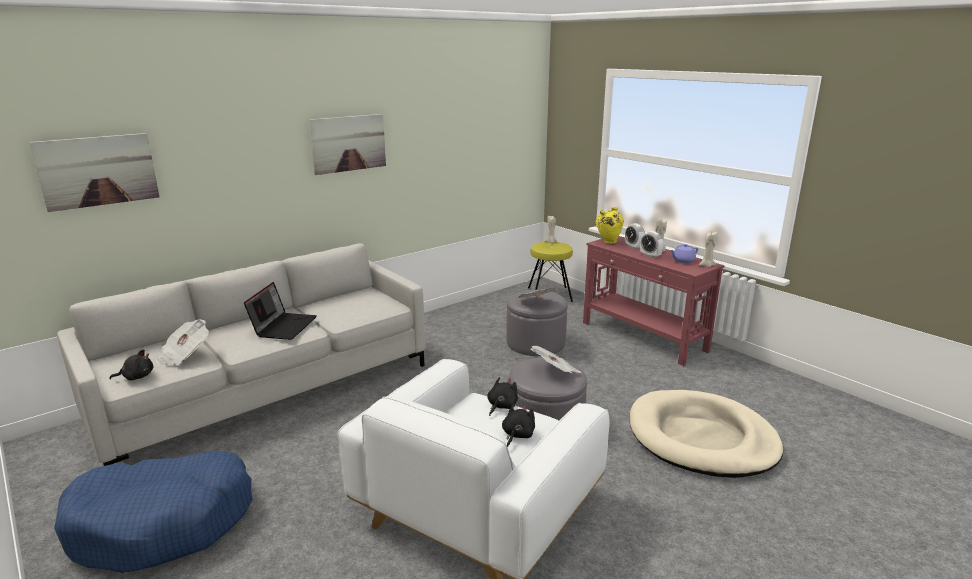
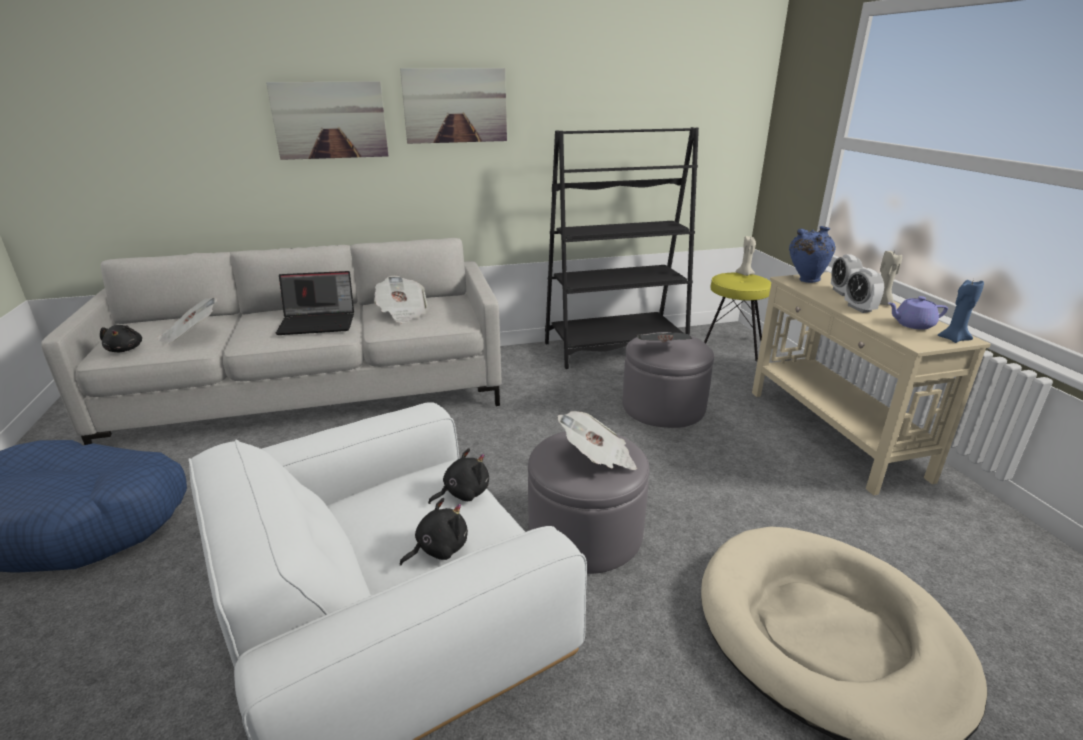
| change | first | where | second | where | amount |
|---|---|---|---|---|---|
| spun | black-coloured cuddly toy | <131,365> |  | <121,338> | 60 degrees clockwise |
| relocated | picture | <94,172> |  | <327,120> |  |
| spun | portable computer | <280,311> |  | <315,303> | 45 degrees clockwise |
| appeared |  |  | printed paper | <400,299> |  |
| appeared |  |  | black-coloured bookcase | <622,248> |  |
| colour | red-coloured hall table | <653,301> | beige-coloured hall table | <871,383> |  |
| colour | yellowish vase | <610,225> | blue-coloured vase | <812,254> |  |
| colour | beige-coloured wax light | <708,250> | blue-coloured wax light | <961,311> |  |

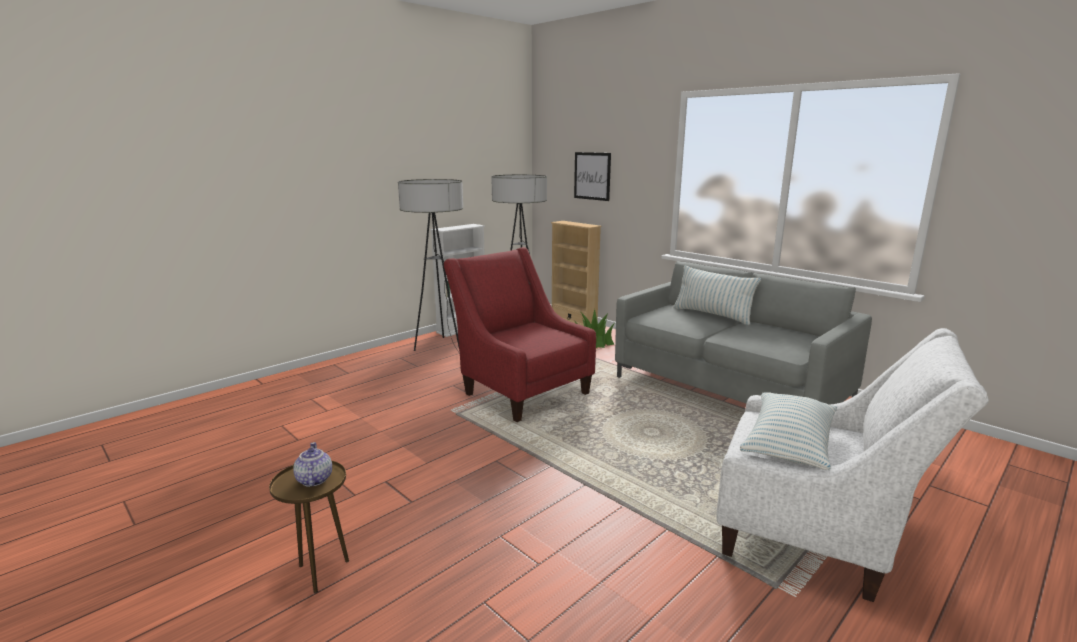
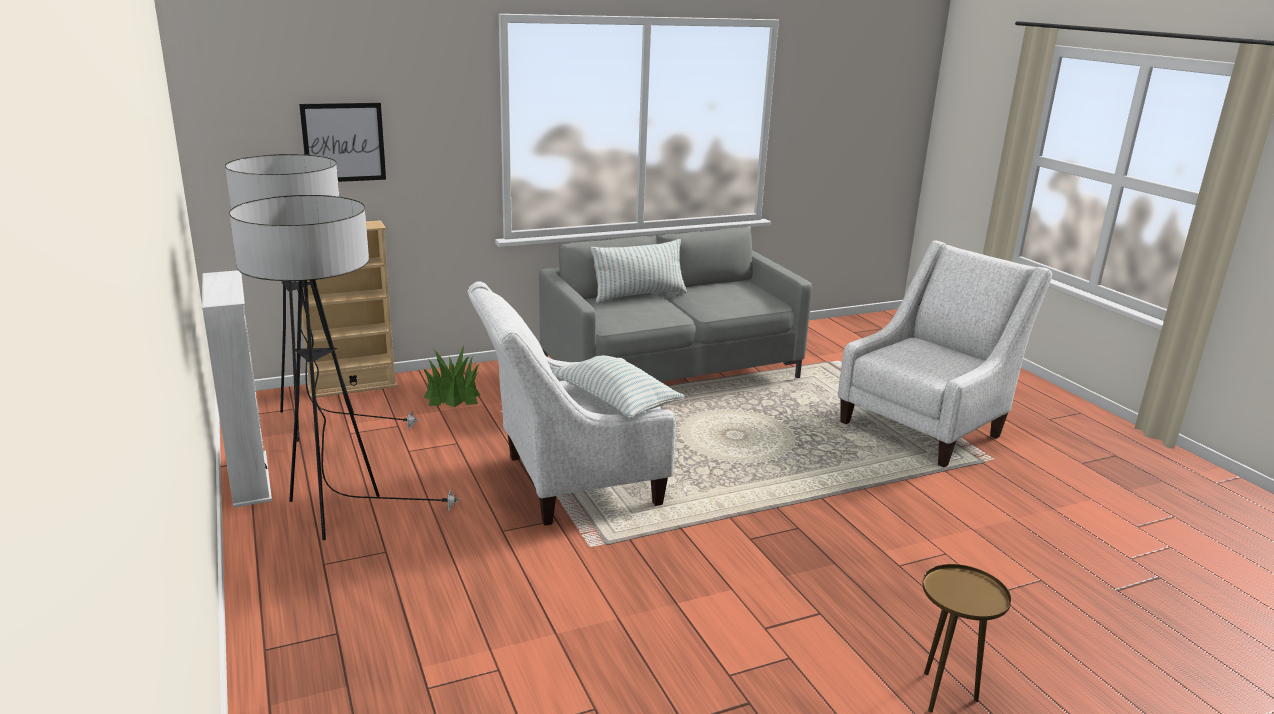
| change | first | where | second | where | amount |
|---|---|---|---|---|---|
| colour | red-coloured easy chair | <520,334> | white easy chair | <571,403> |  |
| relocated | pillow | <788,431> |  | <618,387> |  |
| missing | tea pot | <312,464> |  |  |  |

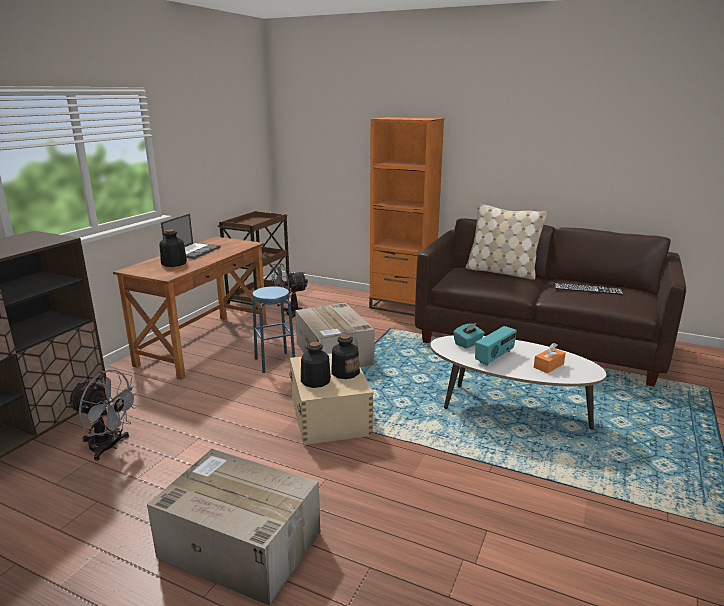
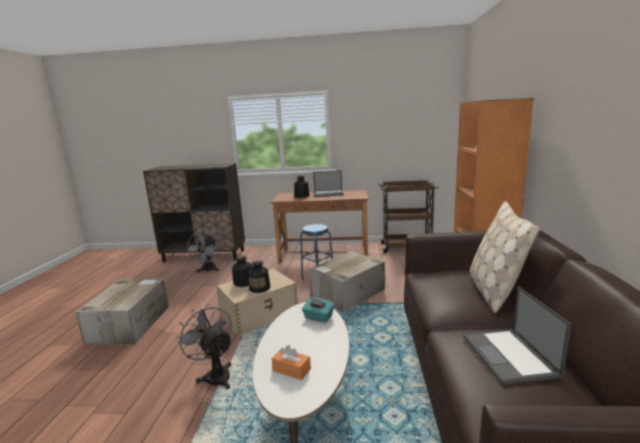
| change | first | where | second | where | amount |
|---|---|---|---|---|---|
| relocated | gray cooling fan | <289,290> |  | <204,346> |  |
| exchanged | PC keyboard | <588,289> | portable computer | <517,335> |  |
| missing | radio set | <496,346> |  |  |  |

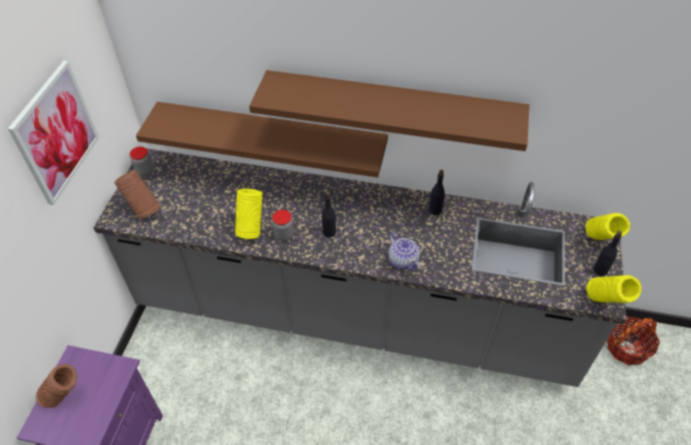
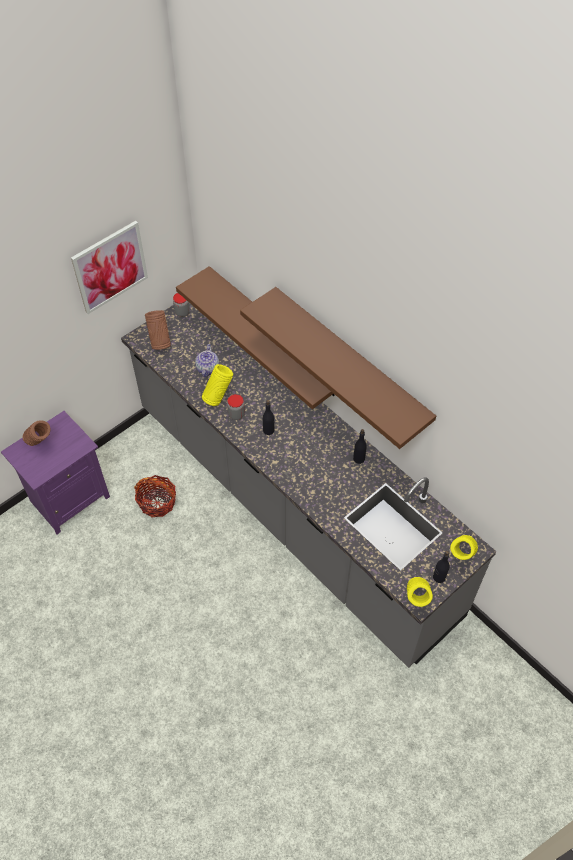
| change | first | where | second | where | amount |
|---|---|---|---|---|---|
| relocated | storage basket | <633,340> |  | <155,496> |  |
| relocated | tea pot | <404,251> |  | <207,360> |  |

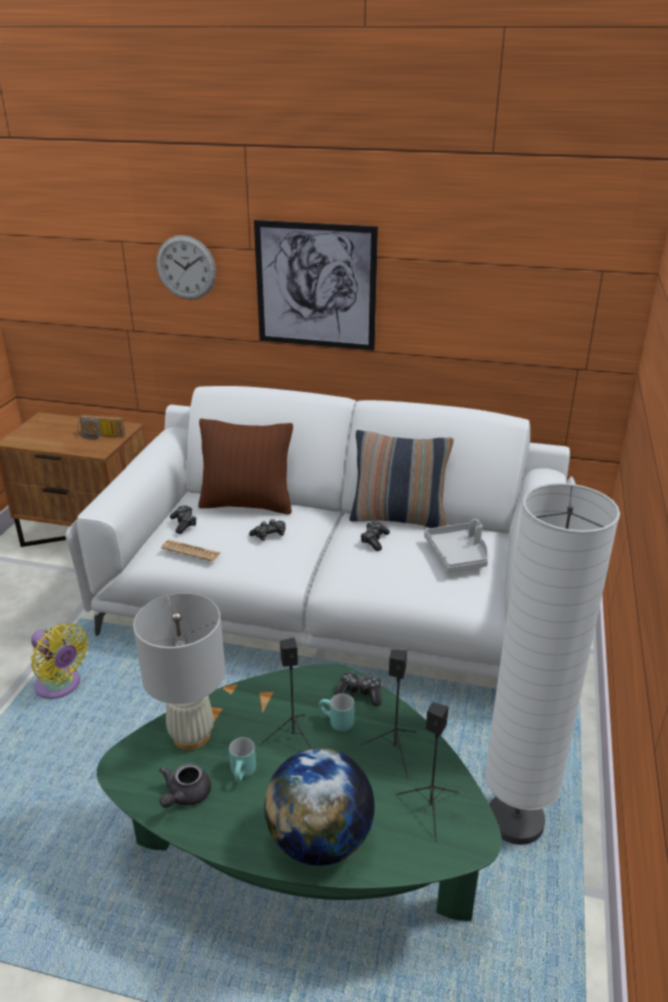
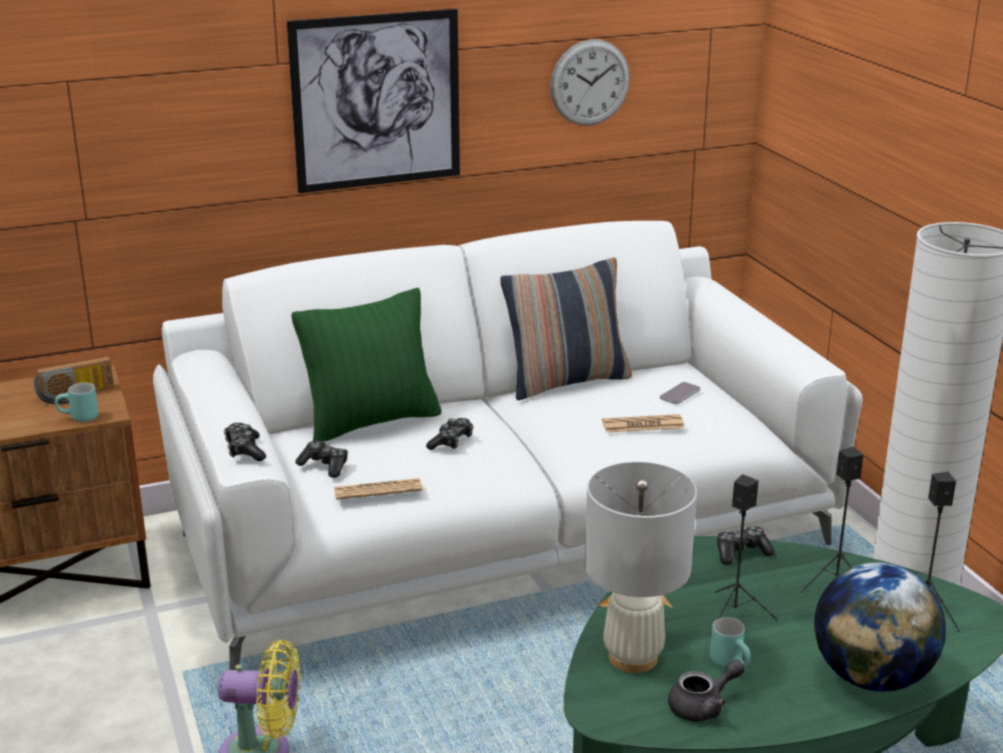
| change | first | where | second | where | amount |
|---|---|---|---|---|---|
| relocated | turquoise-coloured coffee mug | <337,712> |  | <77,402> |  |
| relocated | game controller | <375,536> |  | <245,442> |  |
| colour | brownish pillow | <245,466> | green pillow | <367,365> |  |
| relocated | hanging clock | <186,267> |  | <590,82> |  |
| appeared |  |  | printed paper | <643,423> |  |
| exchanged | gray serving tray | <456,545> | telephone | <680,393> |  |
| spun | gray tea pot | <185,785> |  | <706,690> | 105 degrees counterclockwise |

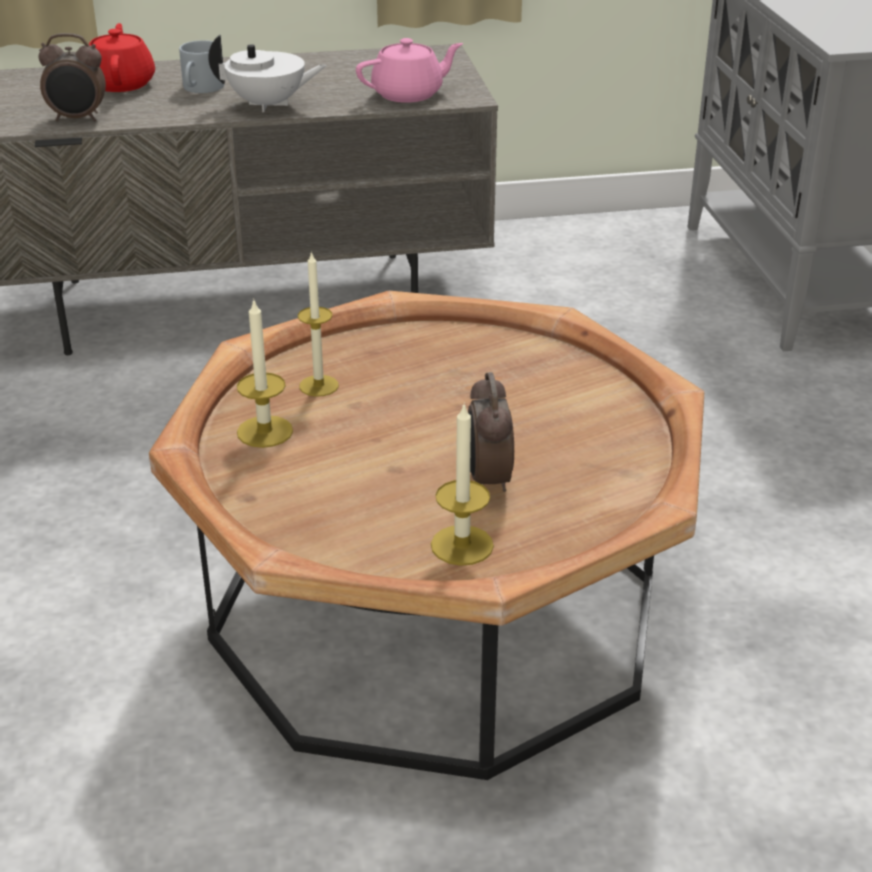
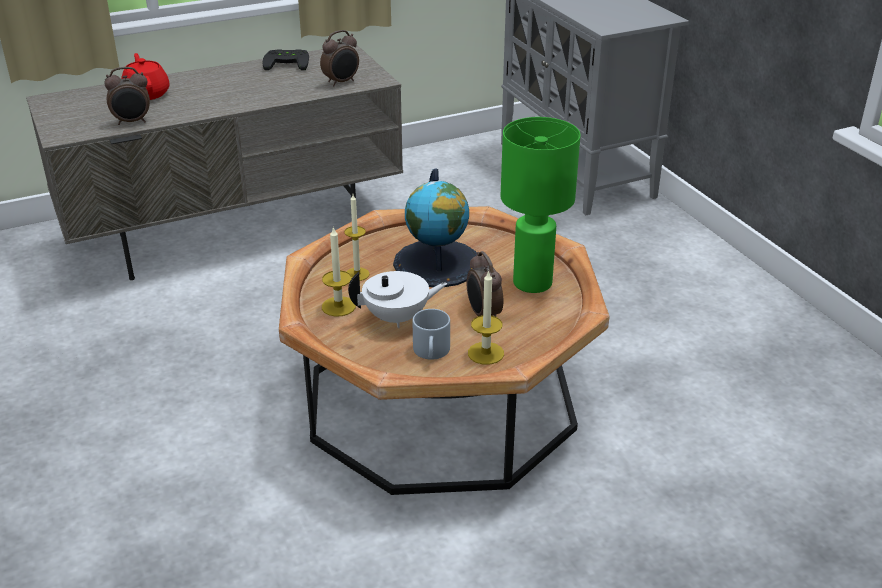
| change | first | where | second | where | amount |
|---|---|---|---|---|---|
| appeared |  |  | black-coloured game controller | <285,59> |  |
| exchanged | pinkish tea pot | <409,70> | alarm clock | <339,58> |  |
| relocated | white tea pot | <267,73> |  | <397,299> |  |
| appeared |  |  | desk globe | <435,227> |  |
| relocated | gray coffee mug | <201,66> |  | <431,334> |  |
| appeared |  |  | green table lamp | <541,205> |  |

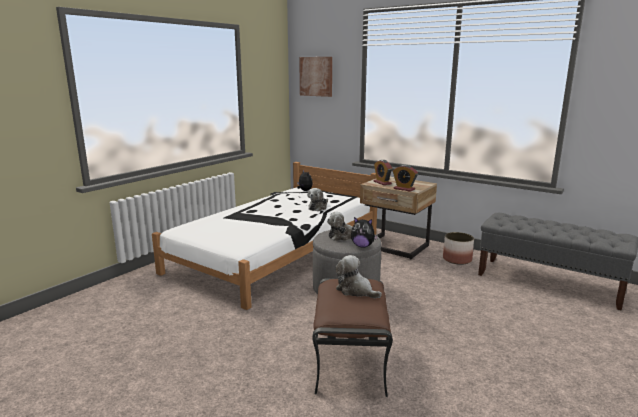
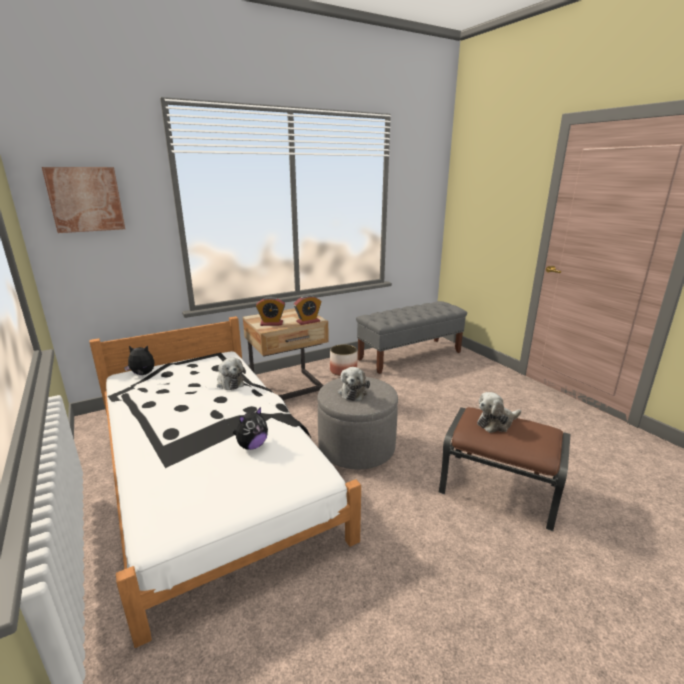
| change | first | where | second | where | amount |
|---|---|---|---|---|---|
| relocated | cuddly toy | <364,232> |  | <250,428> |  |

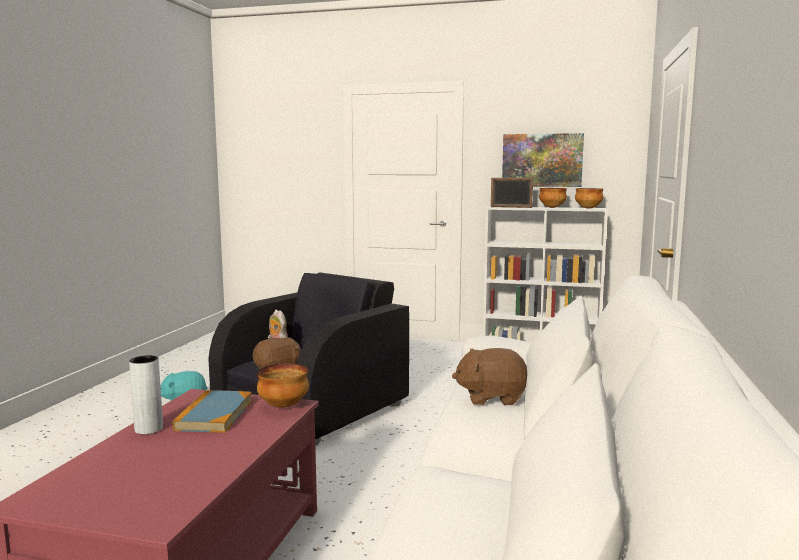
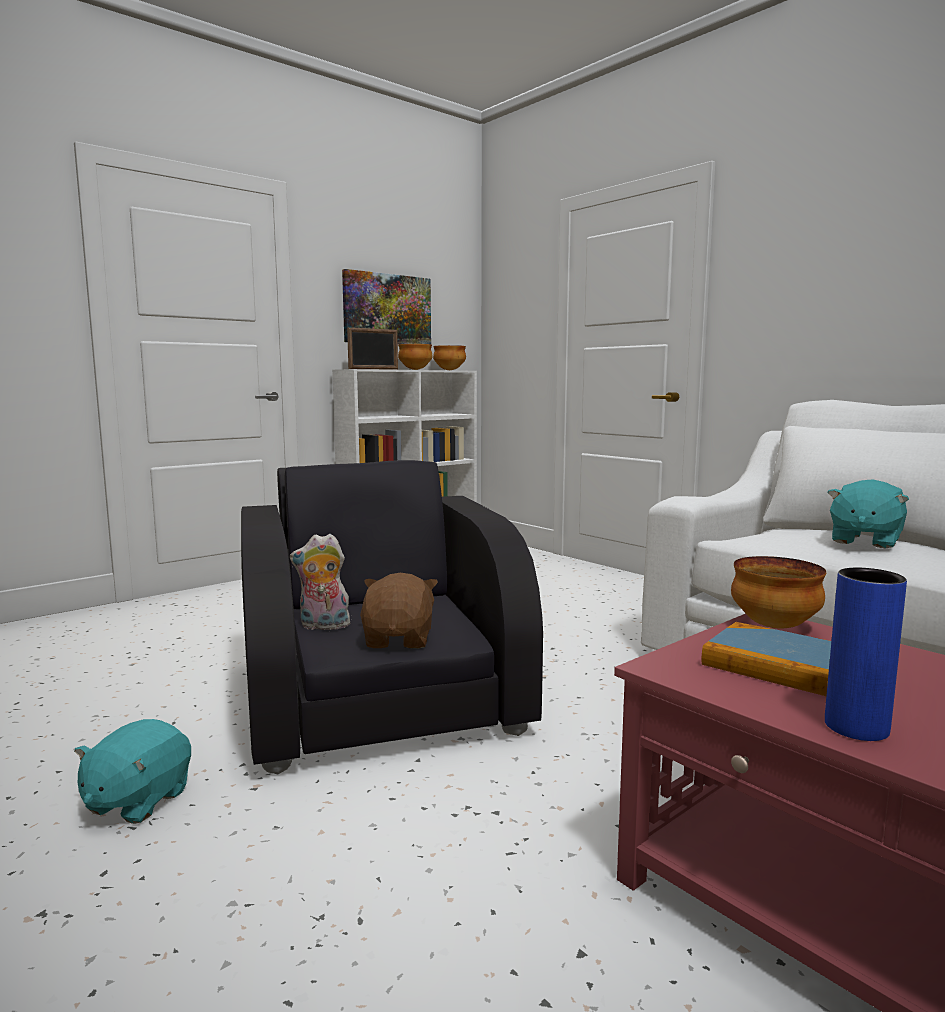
| change | first | where | second | where | amount |
|---|---|---|---|---|---|
| colour | gray vase | <146,394> | blue-coloured vase | <866,654> |  |
| colour | brownish cuddly toy | <489,376> | turquoise-coloured cuddly toy | <868,513> |  |

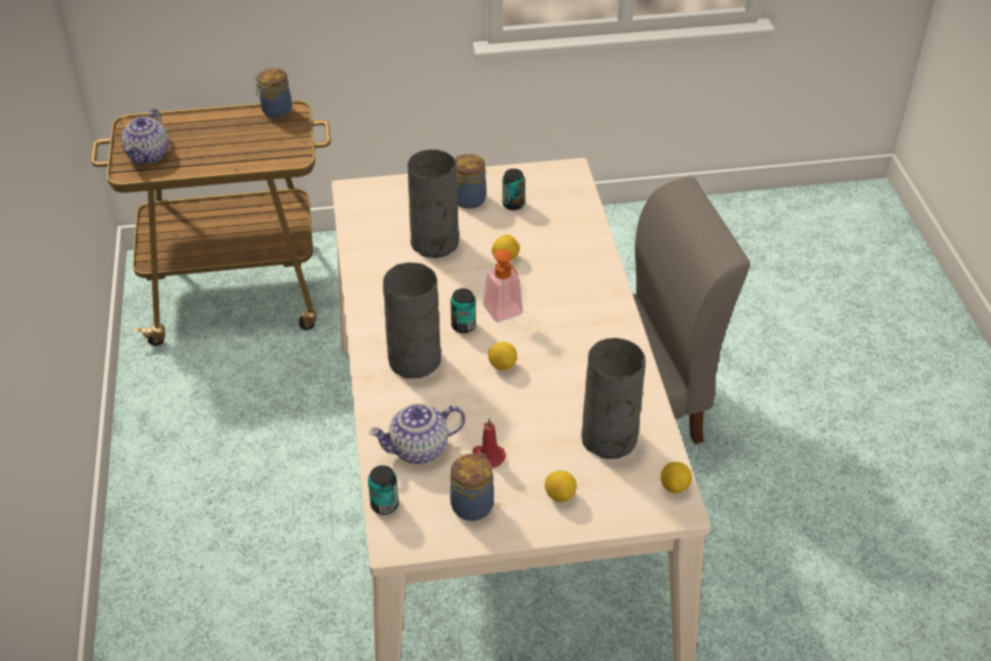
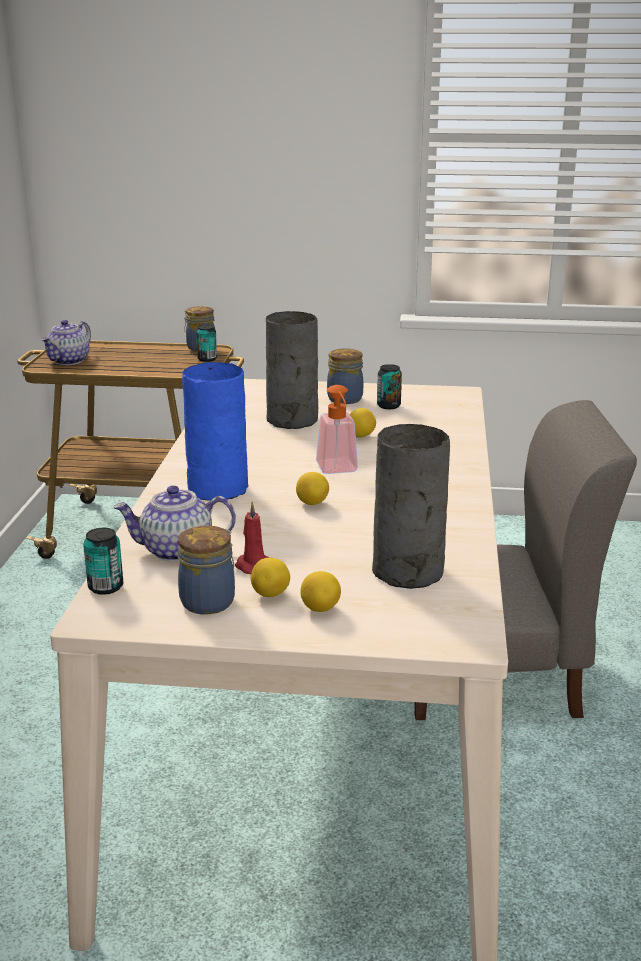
| change | first | where | second | where | amount |
|---|---|---|---|---|---|
| colour | gray vase | <412,320> | blue-coloured vase | <215,431> |  |
| relocated | sealed can | <463,310> |  | <206,343> |  |
| relocated | lemon | <676,477> |  | <270,577> |  |

